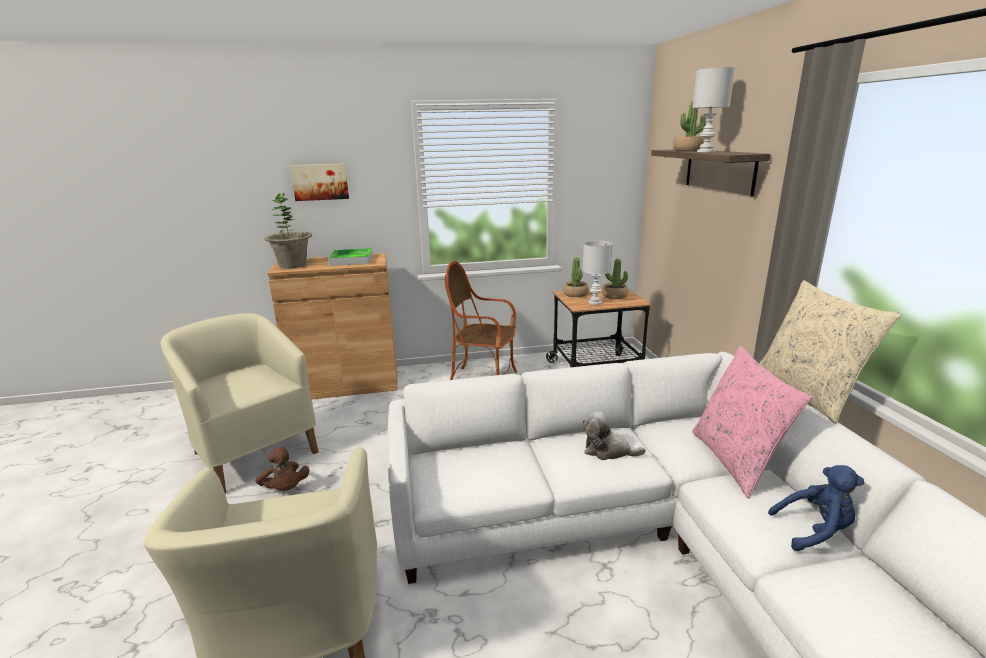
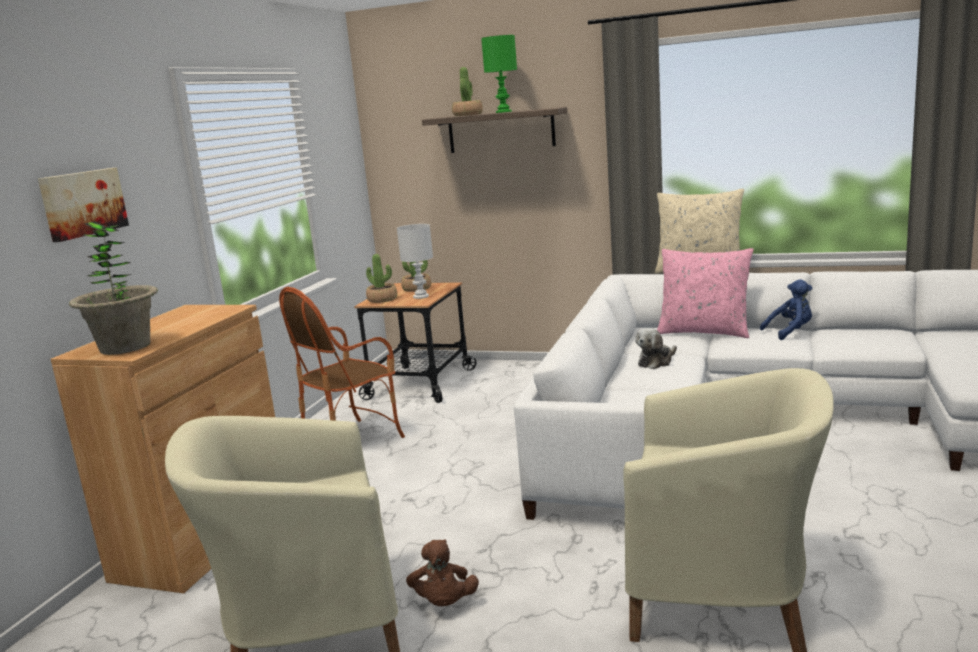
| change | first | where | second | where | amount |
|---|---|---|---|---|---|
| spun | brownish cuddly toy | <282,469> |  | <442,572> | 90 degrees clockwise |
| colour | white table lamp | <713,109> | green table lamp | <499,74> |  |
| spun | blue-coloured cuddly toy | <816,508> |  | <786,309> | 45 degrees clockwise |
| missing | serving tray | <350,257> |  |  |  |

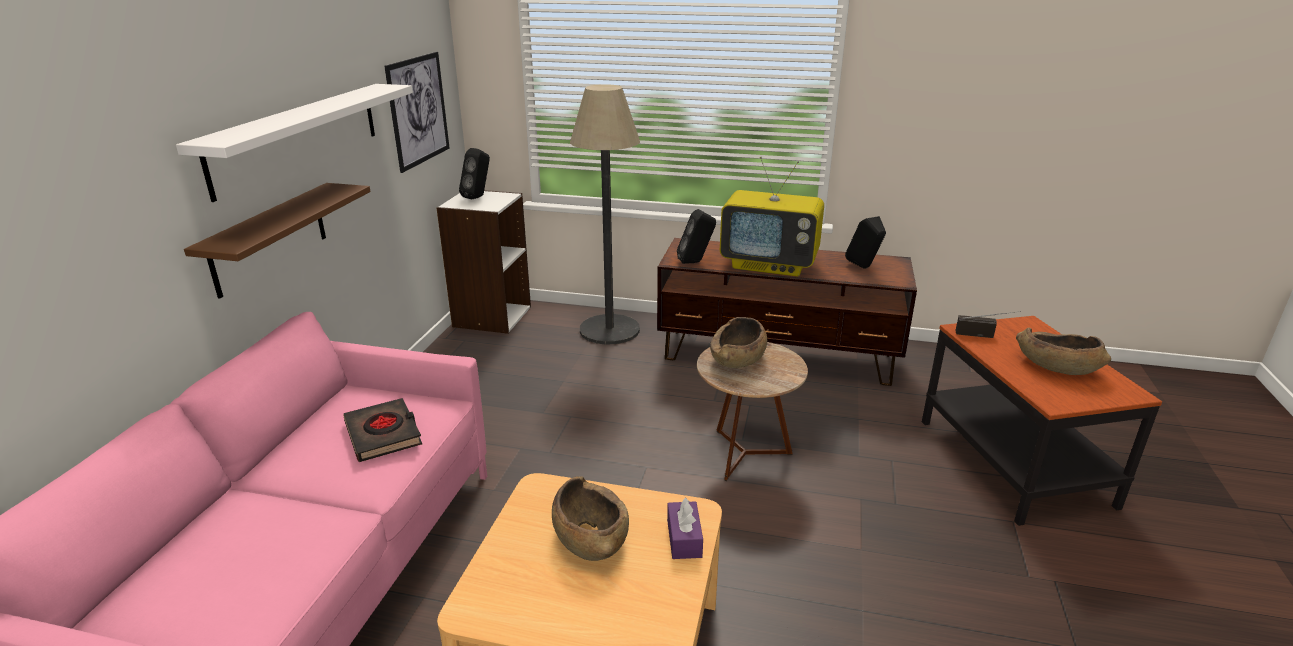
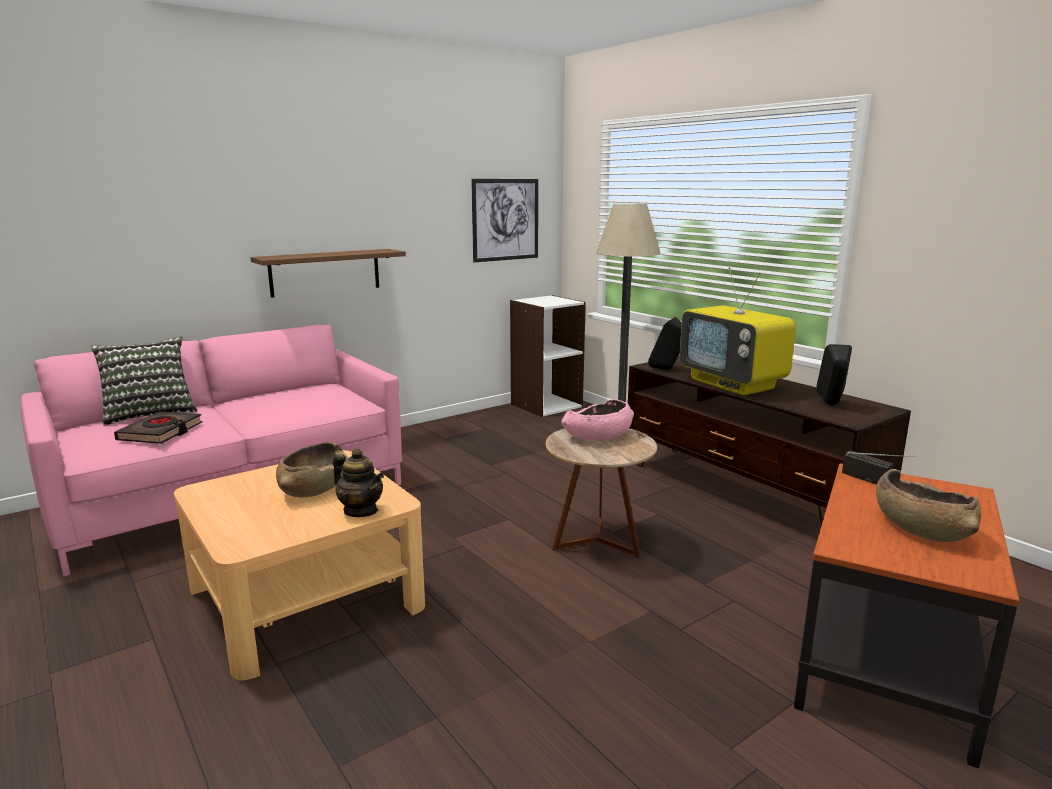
| change | first | where | second | where | amount |
|---|---|---|---|---|---|
| appeared |  |  | pillow | <144,381> |  |
| relocated | black-coloured bound book | <382,430> |  | <158,427> |  |
| exchanged | purple box of tissues | <685,528> | tea pot | <358,483> |  |
| colour | brownish bowl | <738,342> | pinkish bowl | <597,420> |  |
| missing | white shelf | <294,143> |  |  |  |
| missing | black-coloured audio speaker | <474,173> |  |  |  |

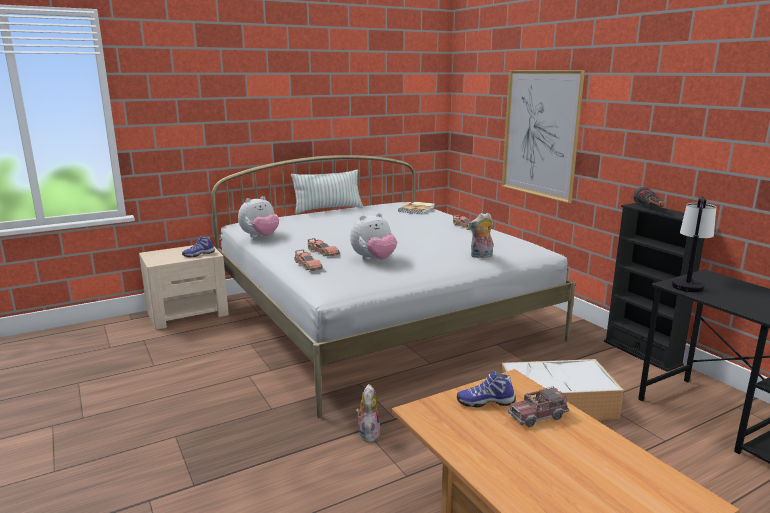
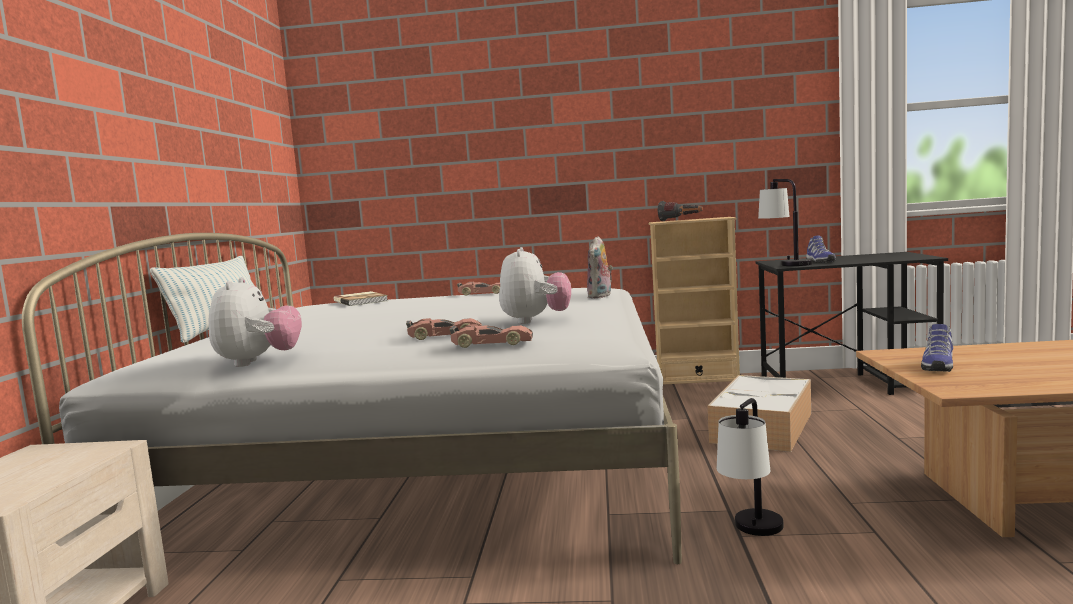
| change | first | where | second | where | amount |
|---|---|---|---|---|---|
| colour | black-coloured bookcase | <654,287> | beige-coloured bookcase | <694,301> |  |
| exchanged | cuddly toy | <367,413> | table lamp | <750,467> |  |
| relocated | low shoe | <198,246> |  | <821,249> |  |
| missing | picture | <543,136> |  |  |  |
| missing | toy truck | <539,406> |  |  |  |

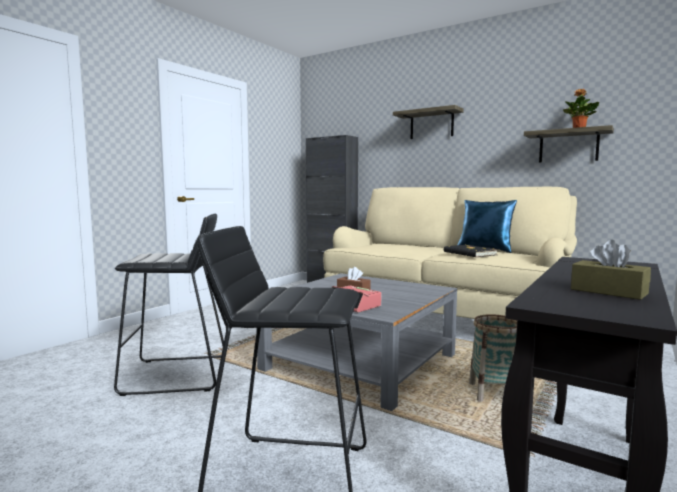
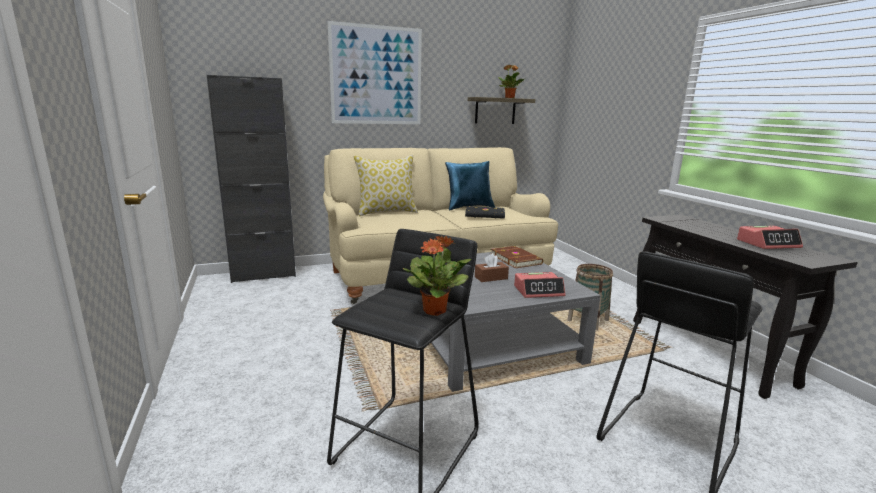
| change | first | where | second | where | amount |
|---|---|---|---|---|---|
| exchanged | shelf | <428,122> | picture | <375,72> |  |
| appeared |  |  | pillow | <386,185> |  |
| appeared |  |  | houseplant | <437,276> |  |
| appeared |  |  | brownish bound book | <517,257> |  |
| exchanged | brownish box of tissues | <611,270> | alarm clock | <770,237> |  |

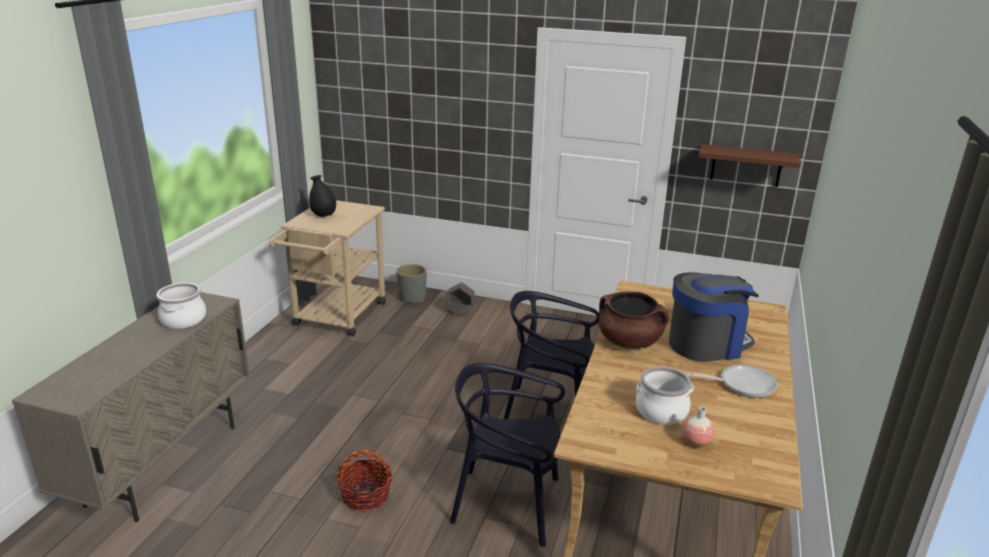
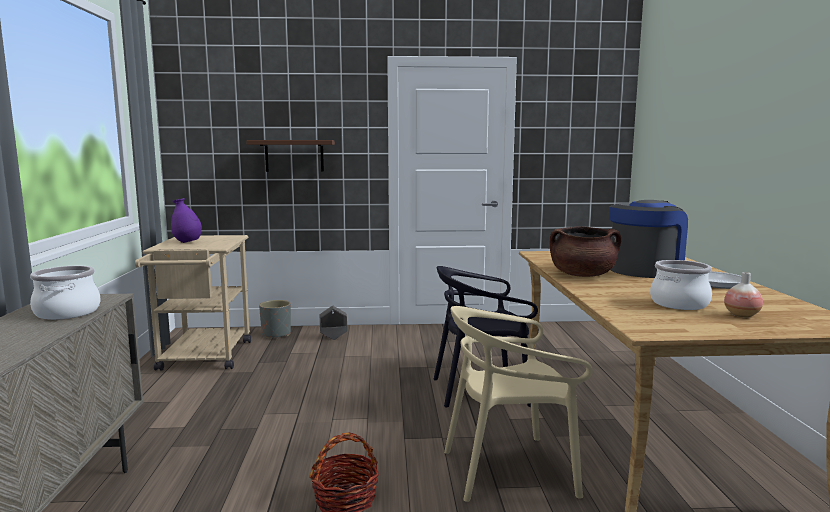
| change | first | where | second | where | amount |
|---|---|---|---|---|---|
| colour | black-coloured vase | <322,196> | purple vase | <186,220> |  |
| relocated | brownish shelf | <749,165> |  | <290,156> |  |
| colour | black-coloured upright chair | <507,455> | beige-coloured upright chair | <518,404> |  |

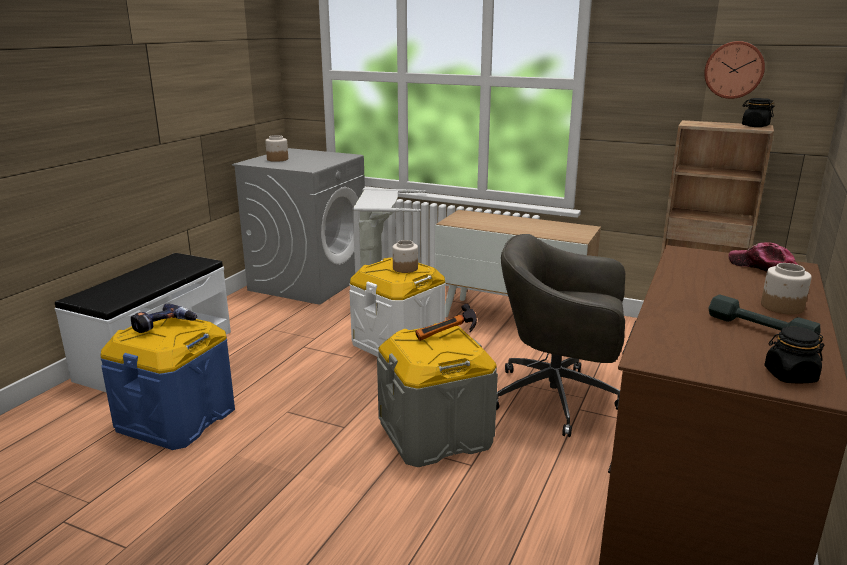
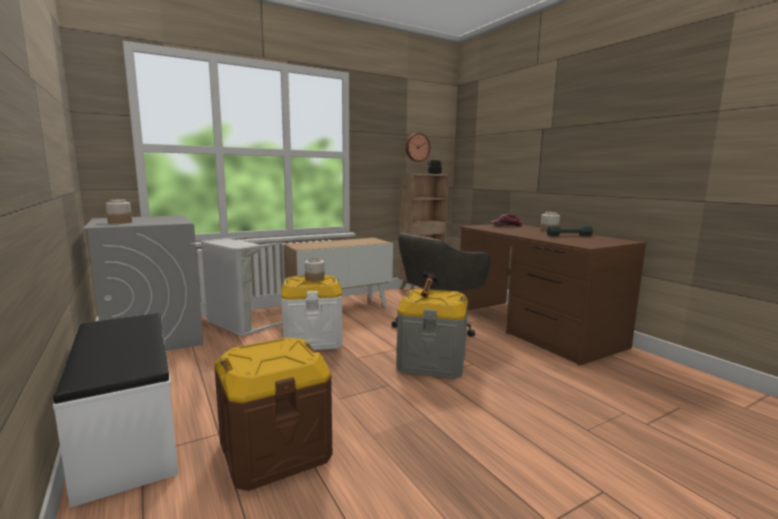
| change | first | where | second | where | amount |
|---|---|---|---|---|---|
| colour | blue-coloured storage container | <167,383> | brownish storage container | <273,414> |  |
| missing | drill | <164,318> |  |  |  |
| missing | black-coloured storage jar | <794,354> |  |  |  |

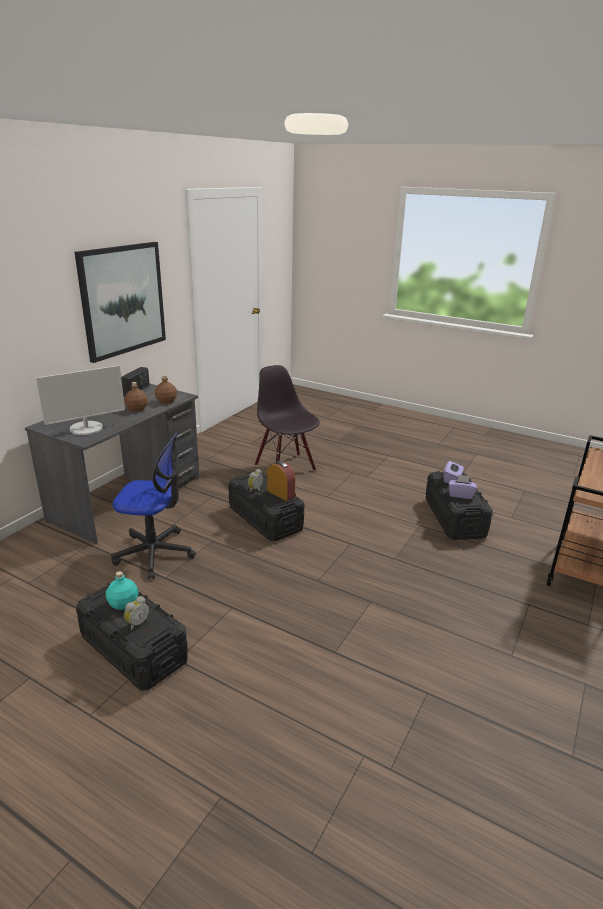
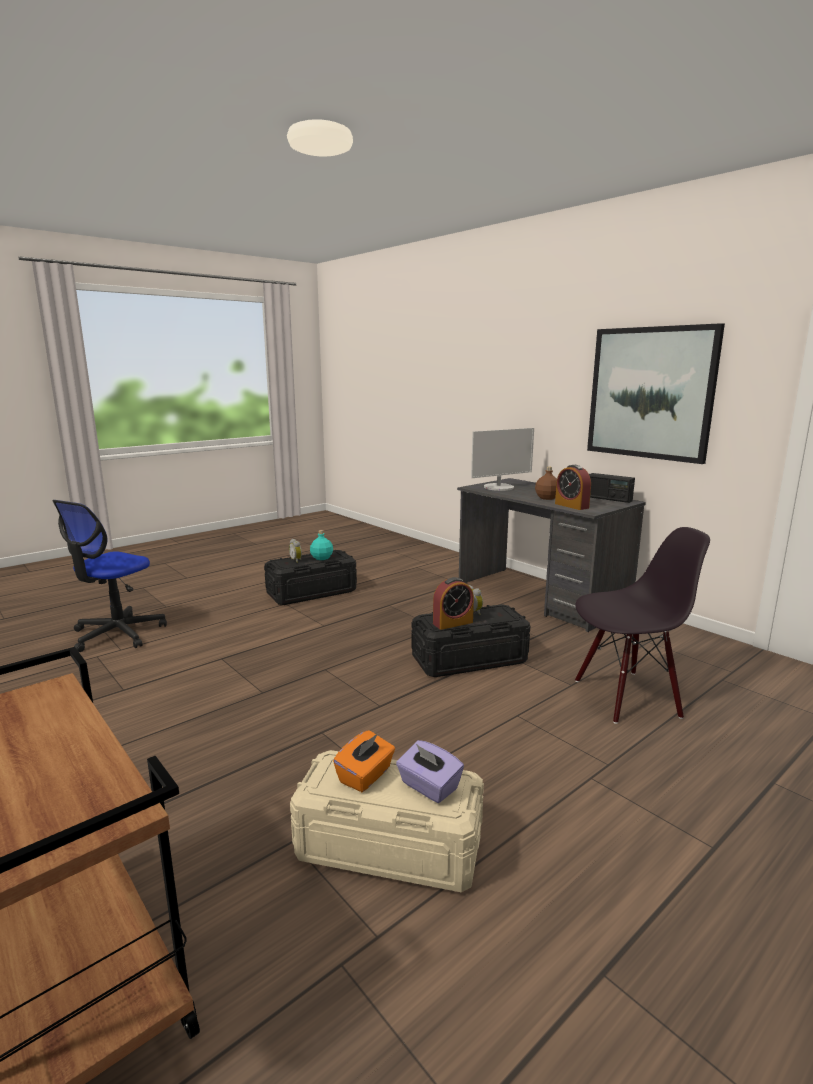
| change | first | where | second | where | amount |
|---|---|---|---|---|---|
| relocated | desk chair | <153,505> |  | <109,576> |  |
| colour | black-coloured storage container | <459,505> | beige-coloured storage container | <387,821> |  |
| colour | purple box of tissues | <463,486> | orange box of tissues | <364,761> |  |
| spun | computer display | <80,400> |  | <502,459> | 105 degrees counterclockwise |
| exchanged | brownish beverage bottle | <166,389> | alarm clock | <573,487> |  |

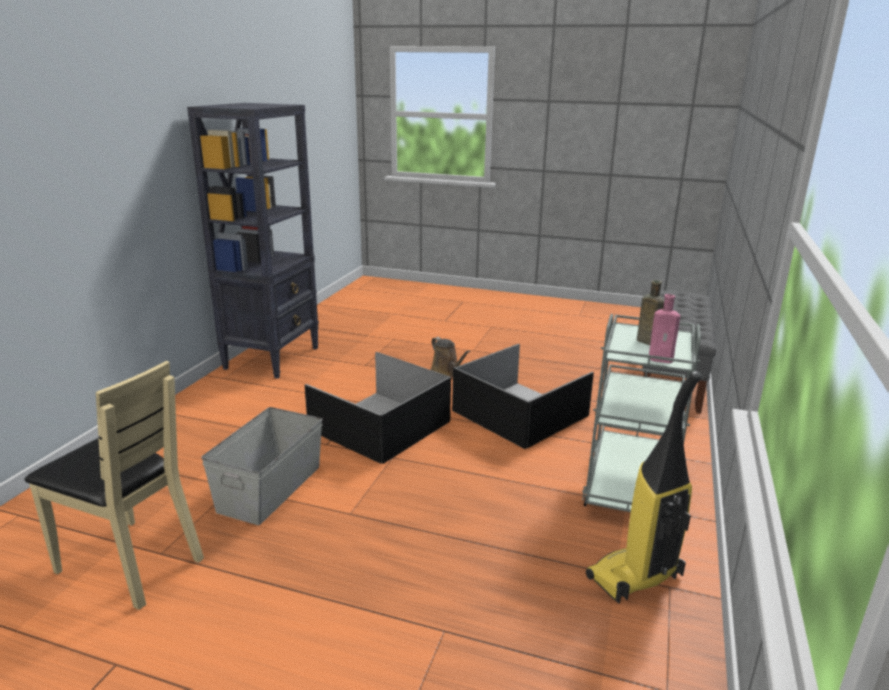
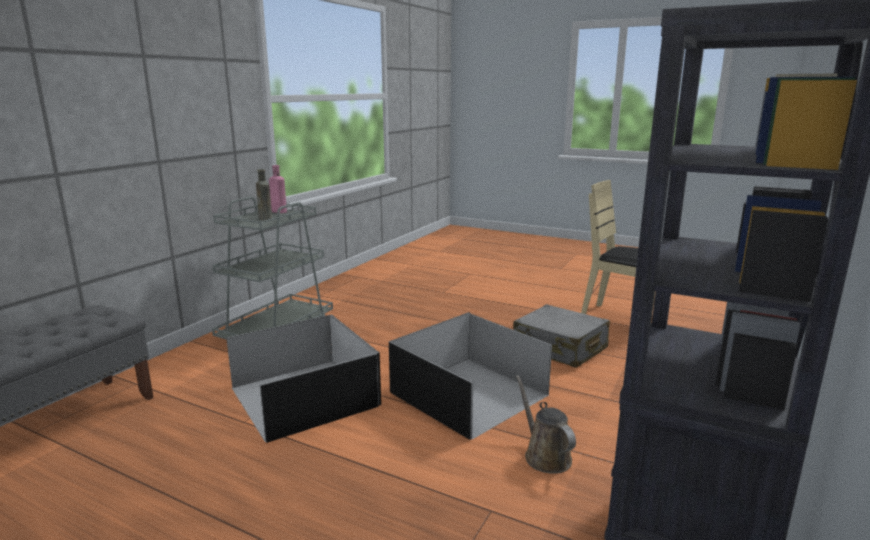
| change | first | where | second | where | amount |
|---|---|---|---|---|---|
| exchanged | gray storage container | <262,466> | gray travel case | <561,336> |  |
| relocated | brownish watering can | <450,357> |  | <546,424> |  |
| missing | vacuum | <644,487> |  |  |  |

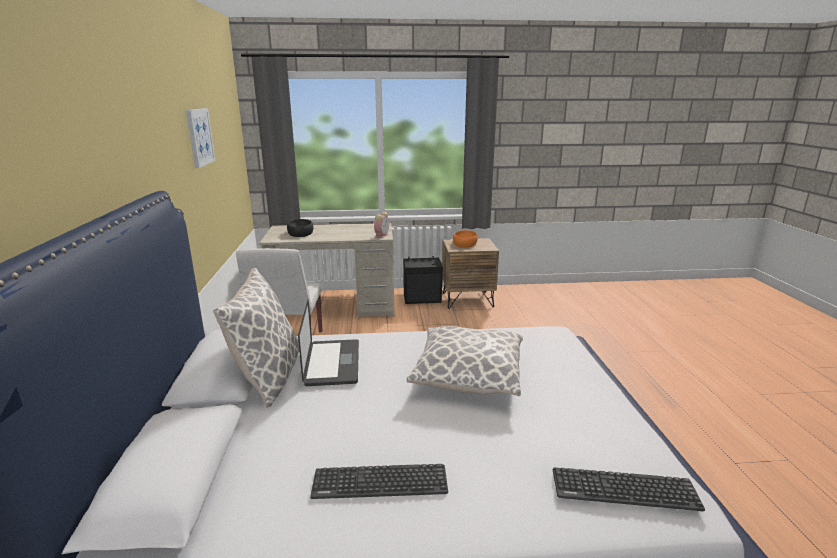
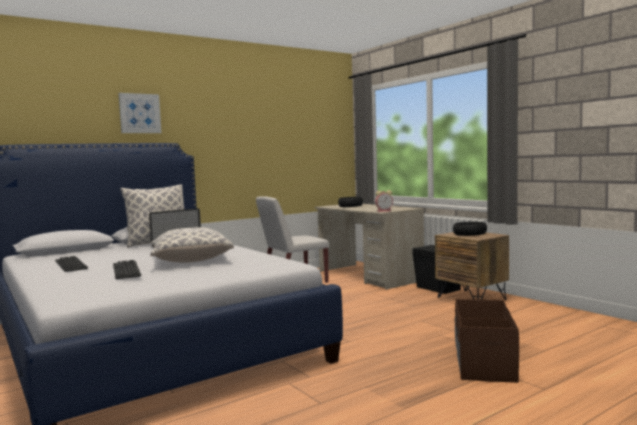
| change | first | where | second | where | amount |
|---|---|---|---|---|---|
| relocated | PC keyboard | <629,489> |  | <127,269> |  |
| relocated | picture | <200,138> |  | <140,113> |  |
| colour | orange bowl | <465,239> | black-coloured bowl | <470,229> |  |
| appeared |  |  | brownish storage container | <487,341> |  |

